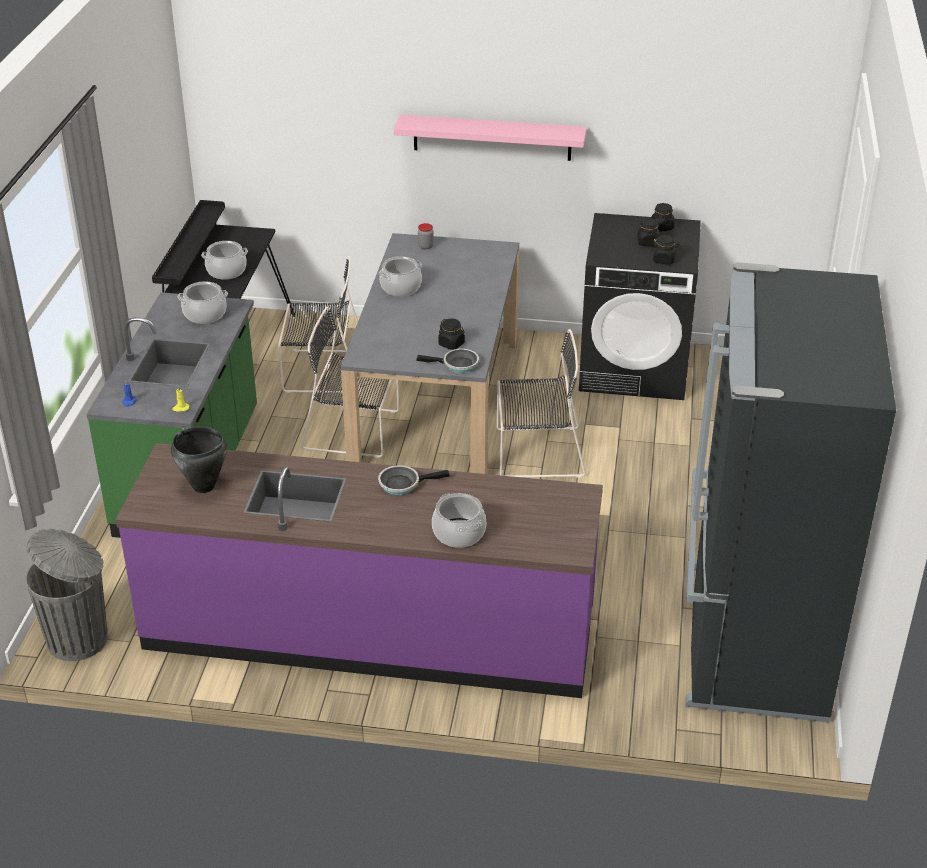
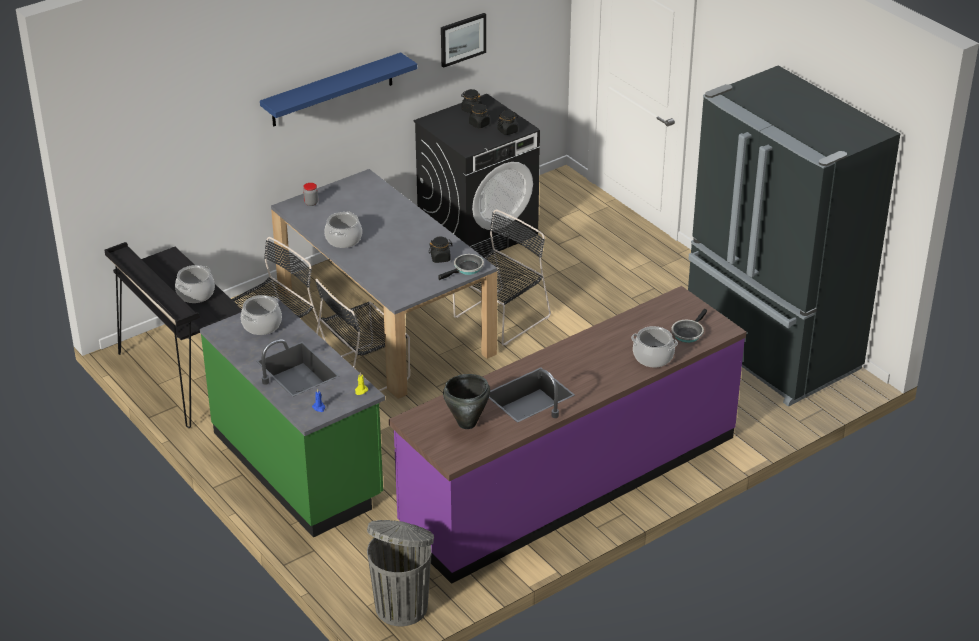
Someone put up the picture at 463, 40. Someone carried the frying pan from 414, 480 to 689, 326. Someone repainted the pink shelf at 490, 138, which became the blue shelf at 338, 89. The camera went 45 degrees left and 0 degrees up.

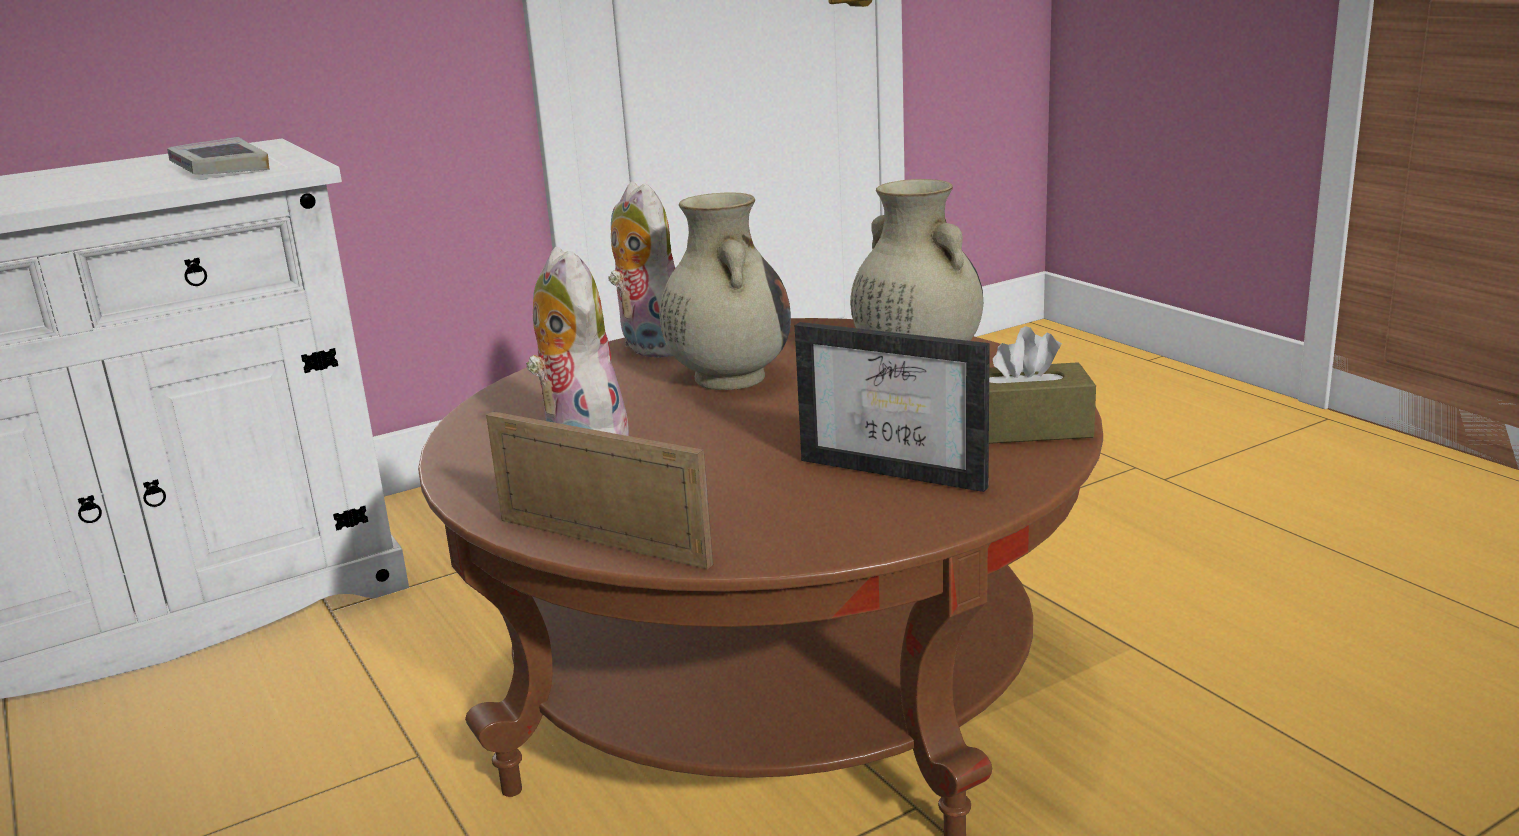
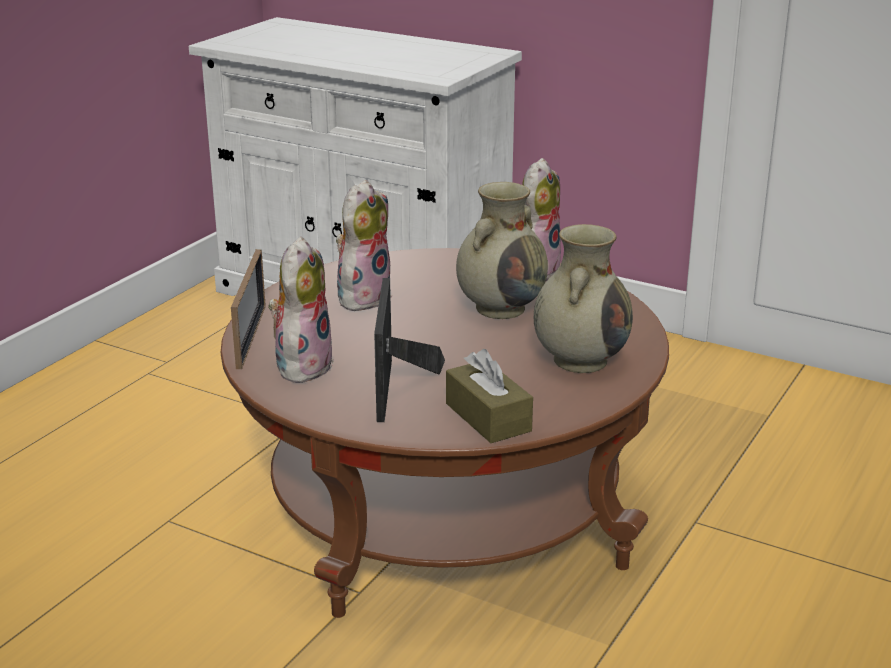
Someone took away the book at 218, 155. Someone put down the plush toy at 301, 310. The camera went 60 degrees right and 5 degrees up.

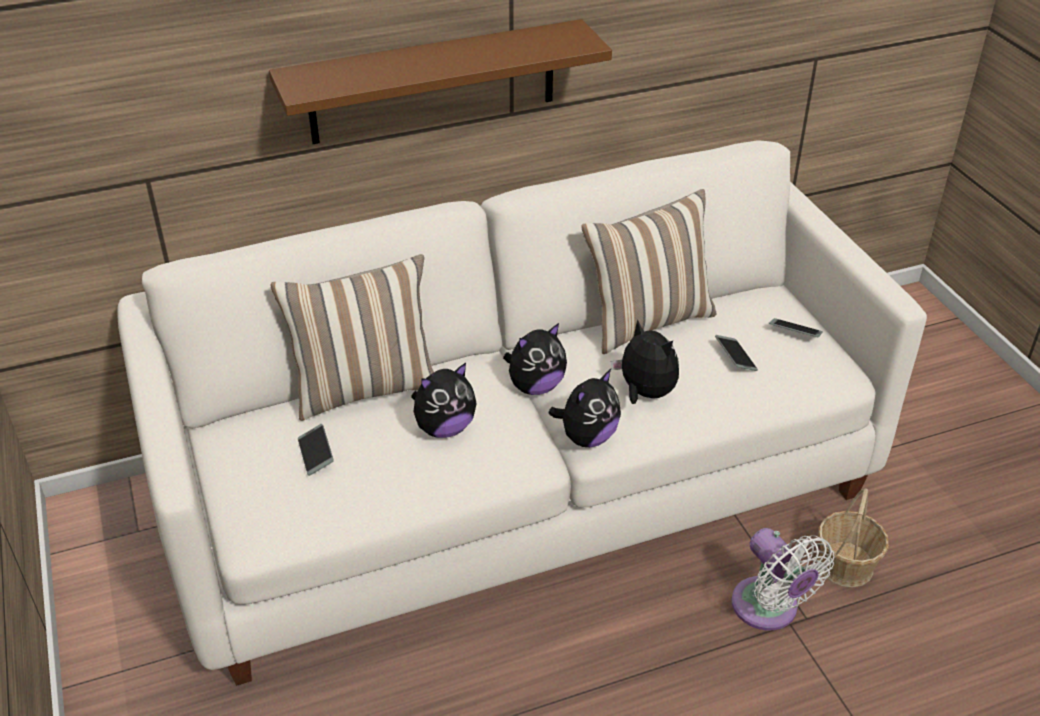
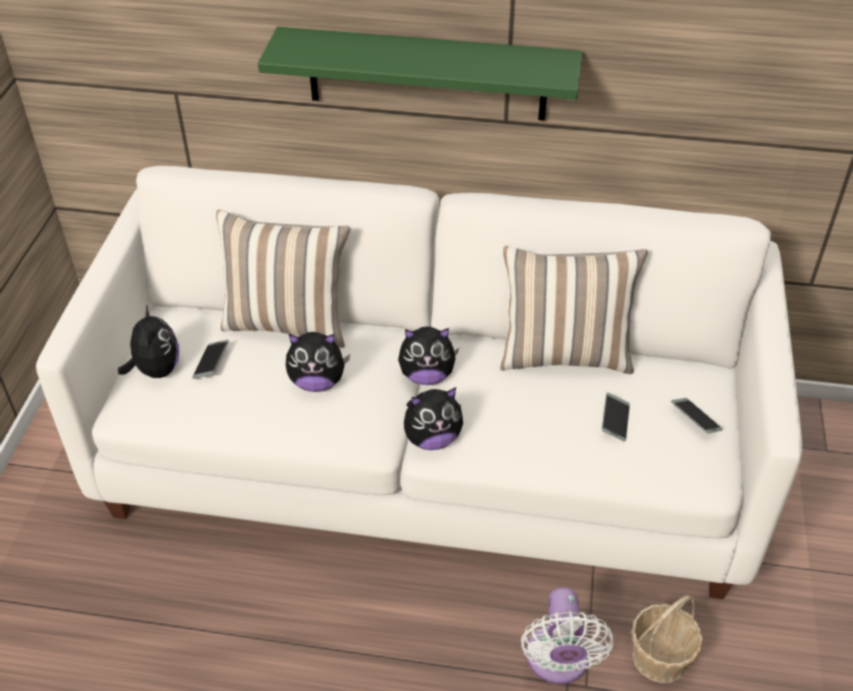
Someone carried the plush toy from 645, 361 to 148, 340. Someone repainted the brown shelf at 440, 81, which became the green shelf at 420, 74. The camera went 30 degrees right and 5 degrees up.

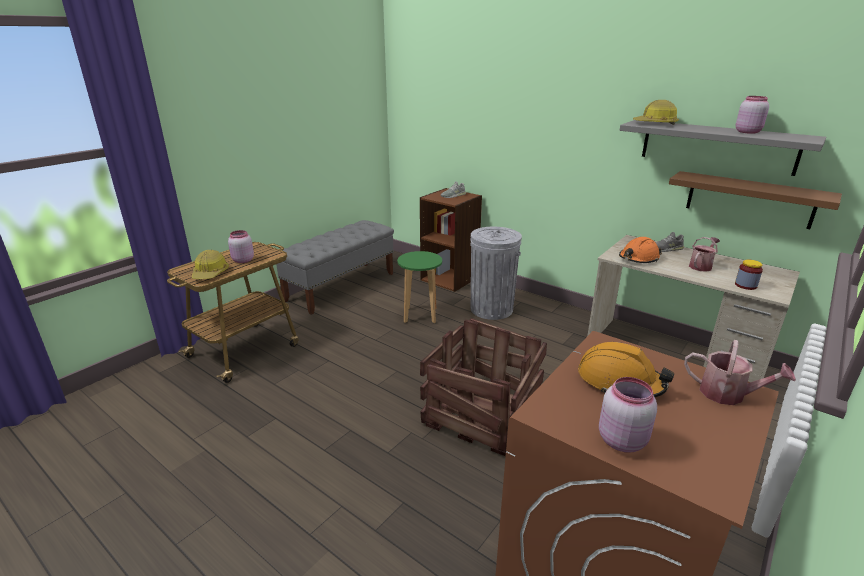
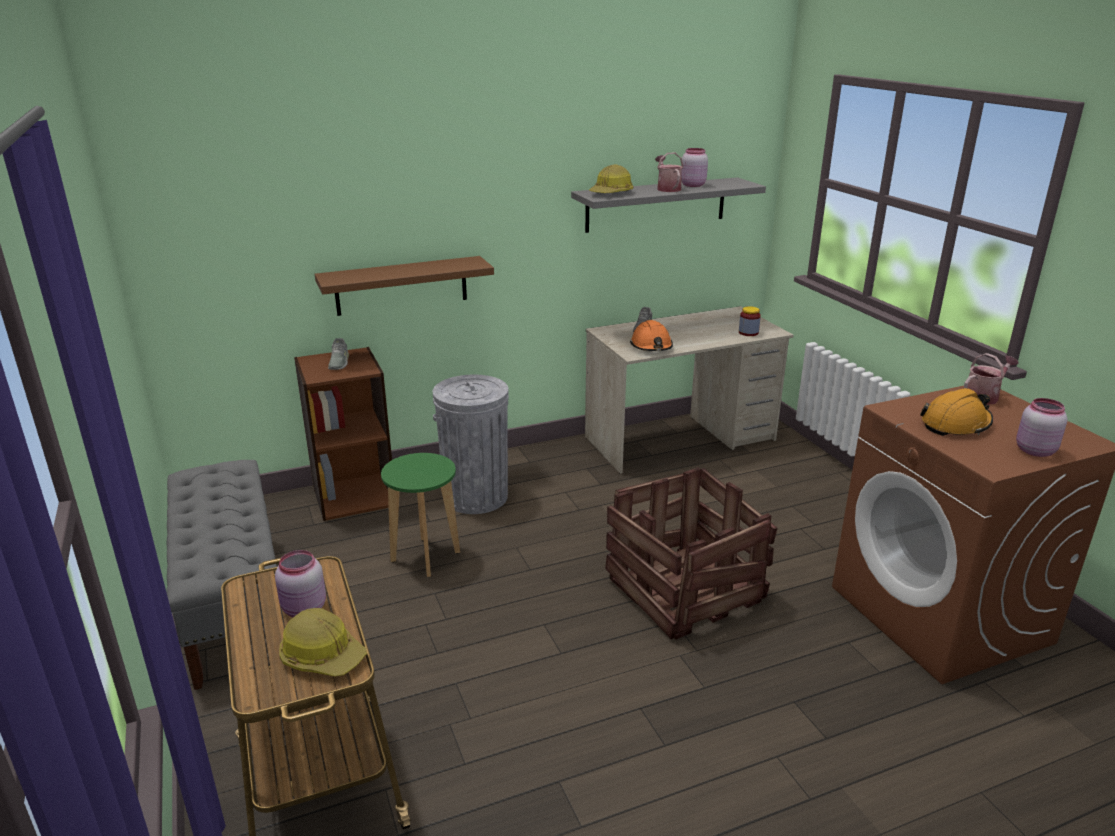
Someone carried the brown shelf from 755, 200 to 404, 286. Someone carried the watering can from 704, 254 to 669, 172. The camera went 60 degrees left and 0 degrees up.

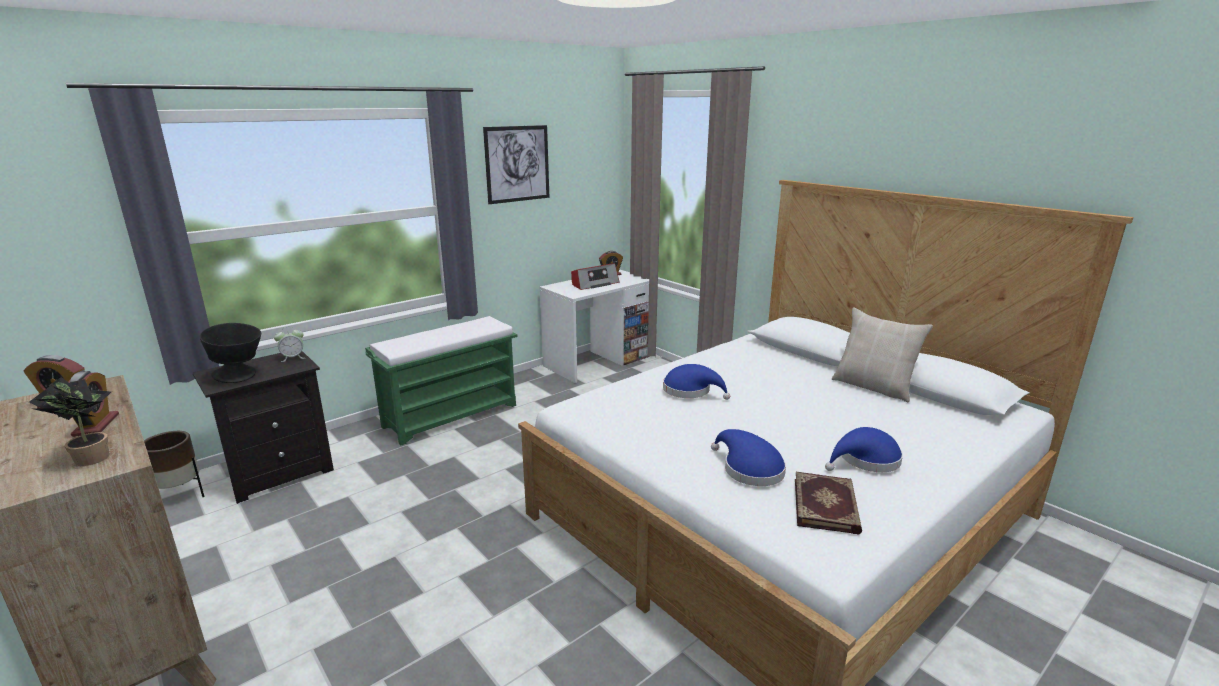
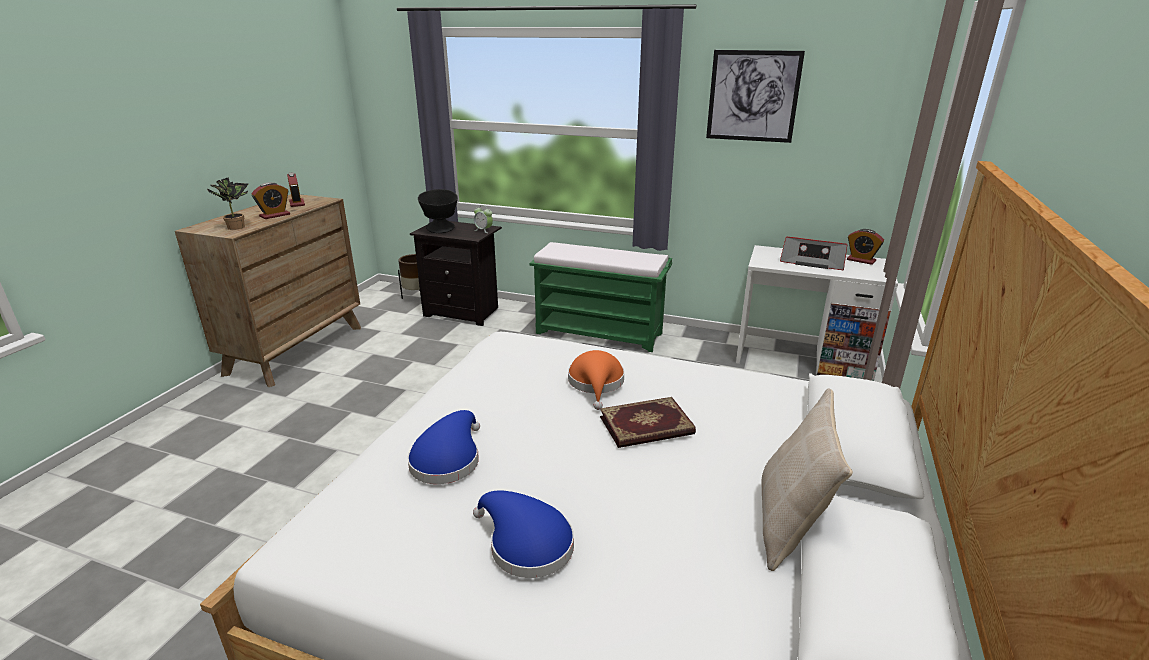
Someone carried the book from 828, 503 to 648, 422. Someone repainted the blue hat at 696, 382, which became the orange hat at 596, 380. The camera went 60 degrees right and 5 degrees up.

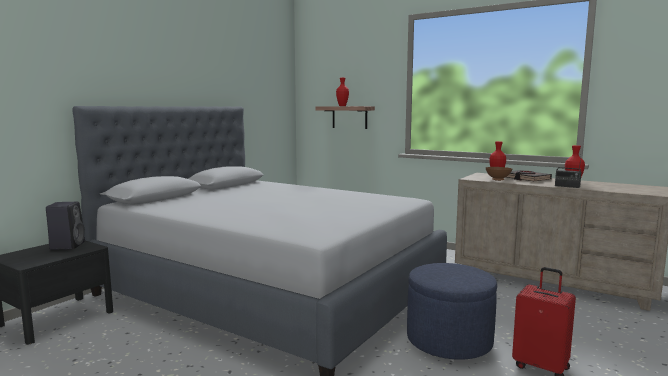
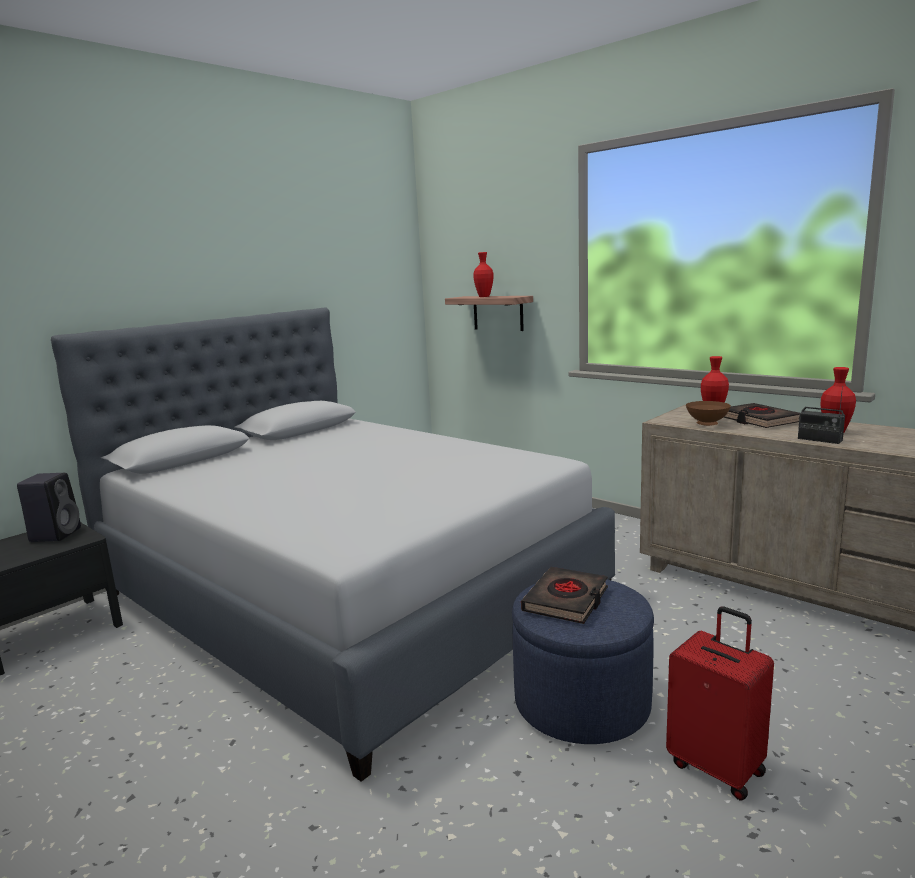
Someone put down the black book at 564, 595. The camera went 10 degrees right and 5 degrees up.

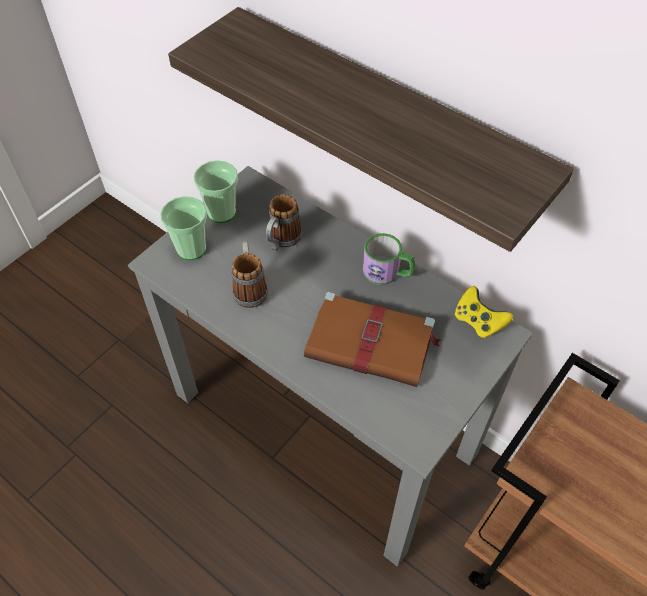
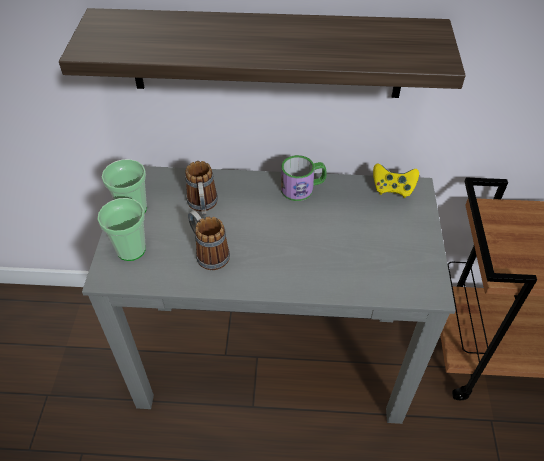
Someone took away the brown book at 372, 339. The camera went 35 degrees left and 5 degrees down.

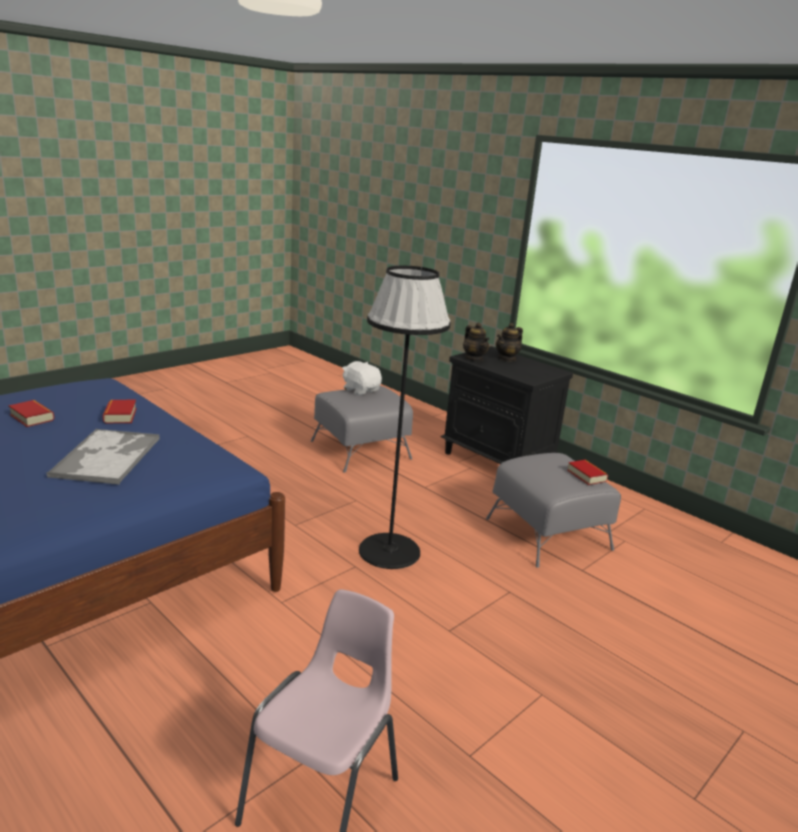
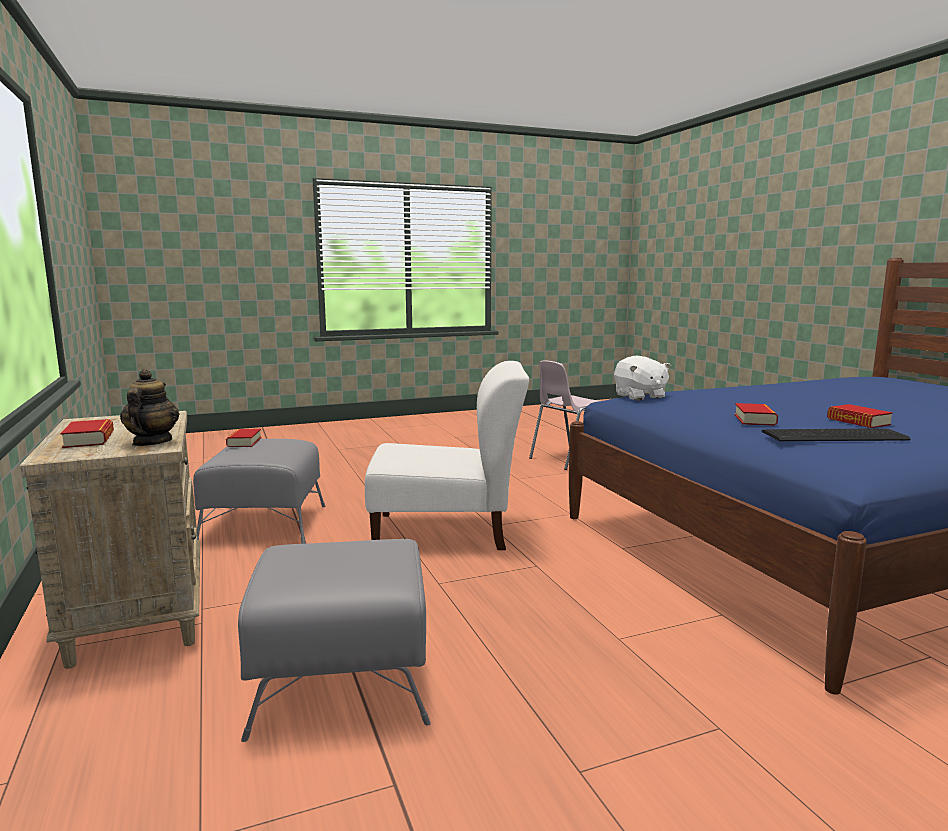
Someone took away the tray at 103, 456. Someone put down the keyboard at 836, 434. Someone carried the white plush toy from 362, 378 to 642, 378. Someone swapped the black floor lamp at 404, 417 for the white chair at 447, 455. Someone swapped the teapot at 509, 342 for the book at 87, 433. Someone repainted the black nightstand at 507, 405, which became the beige nightstand at 110, 540. The camera went 155 degrees left and 10 degrees down.

